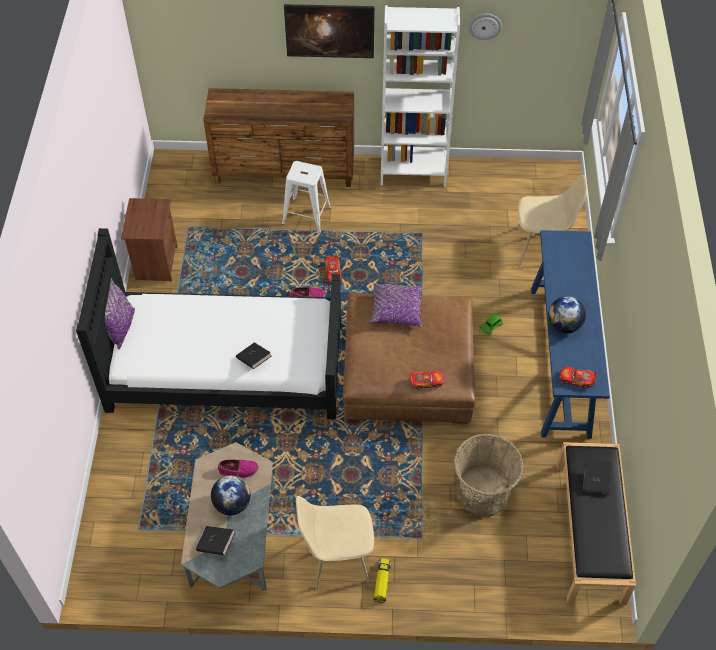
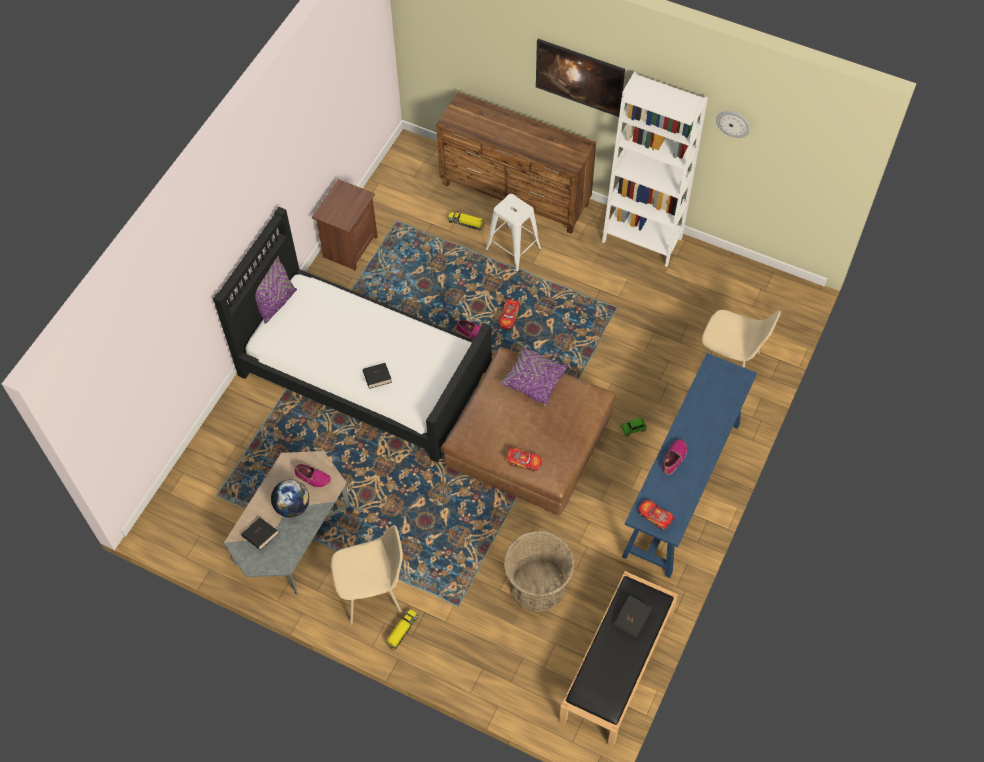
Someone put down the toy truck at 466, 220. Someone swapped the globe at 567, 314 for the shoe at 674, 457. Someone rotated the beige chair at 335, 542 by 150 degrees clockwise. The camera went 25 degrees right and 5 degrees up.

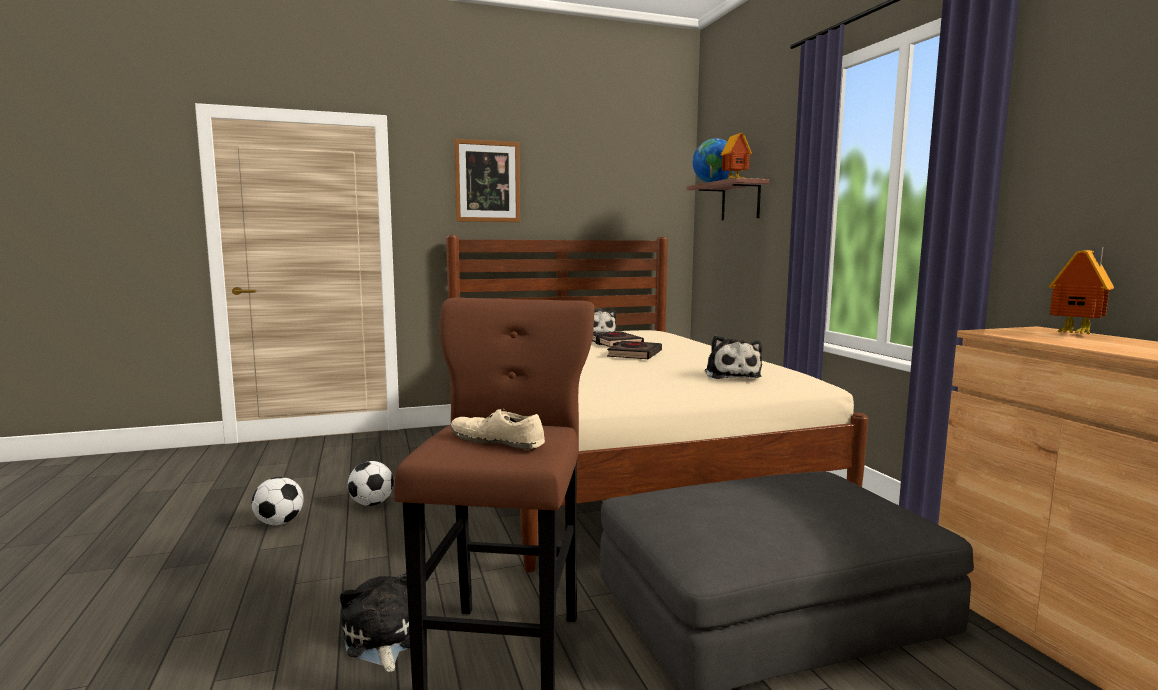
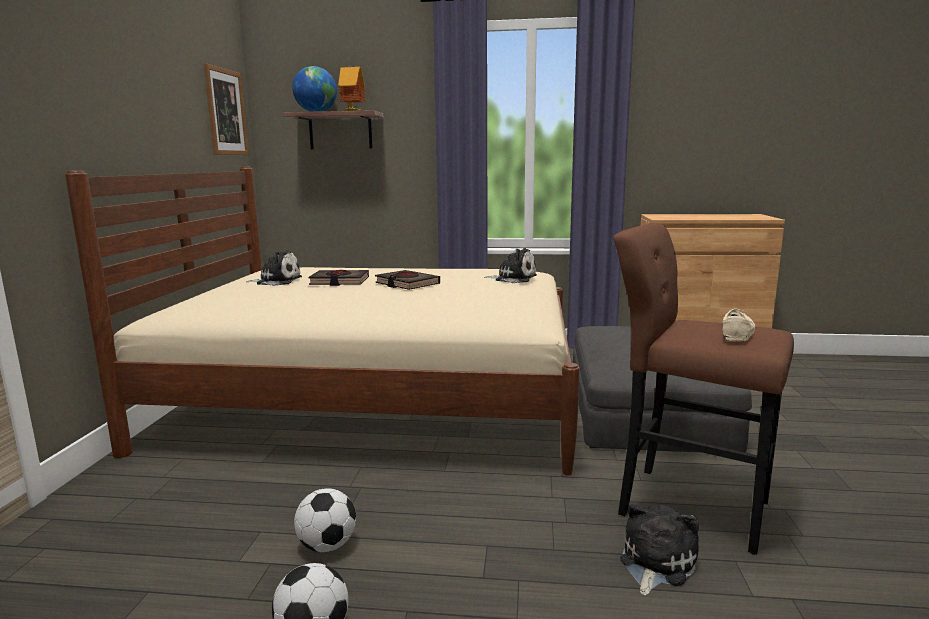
Someone took away the toy house at 1081, 290. Someone carried the picture from 487, 180 to 226, 109. Someone rotated the plush toy at 375, 622 by 120 degrees clockwise. Someone rotated the beige shoe at 498, 428 by 150 degrees clockwise. The camera went 65 degrees left and 5 degrees up.

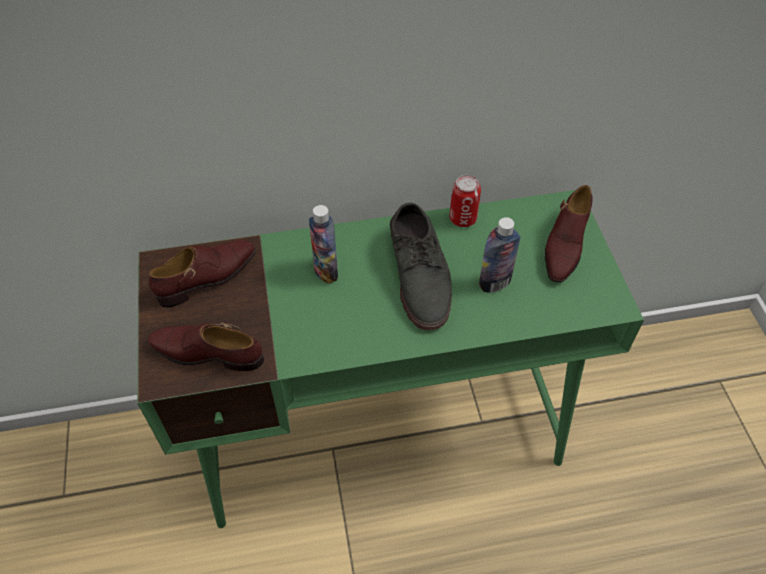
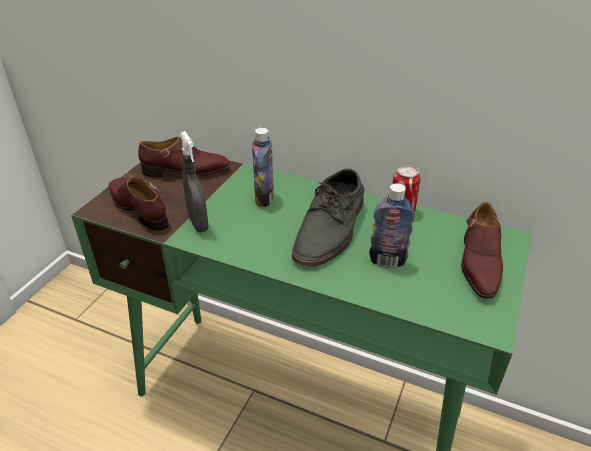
Someone put down the grey spray bottle at 194, 181. Someone rotated the brown shoe at 569, 233 by 45 degrees counterclockwise. The camera went 35 degrees right and 15 degrees down.

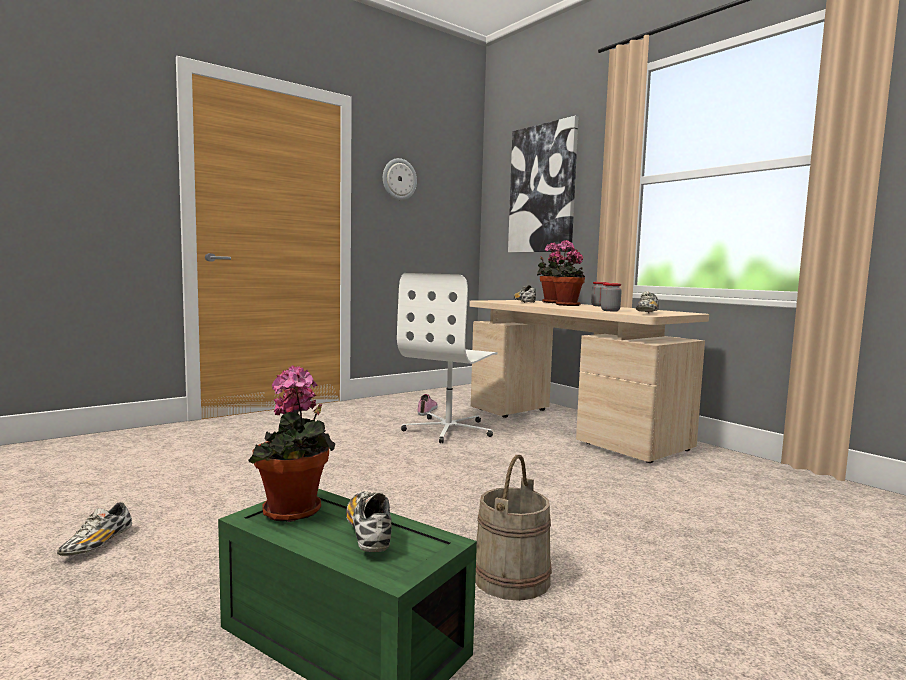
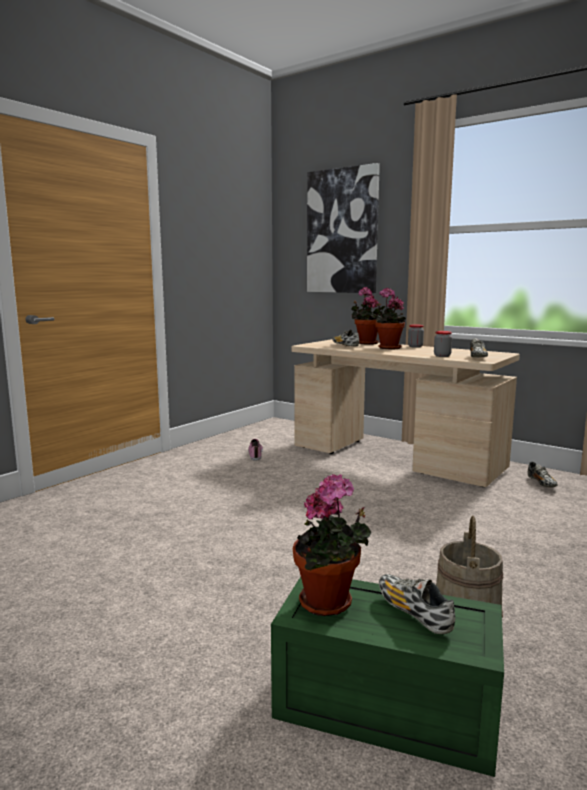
Someone took away the wall clock at 400, 179. Someone took away the white office chair at 447, 358. Someone carried the shoe from 94, 529 to 543, 474. The camera went 15 degrees left and 5 degrees up.

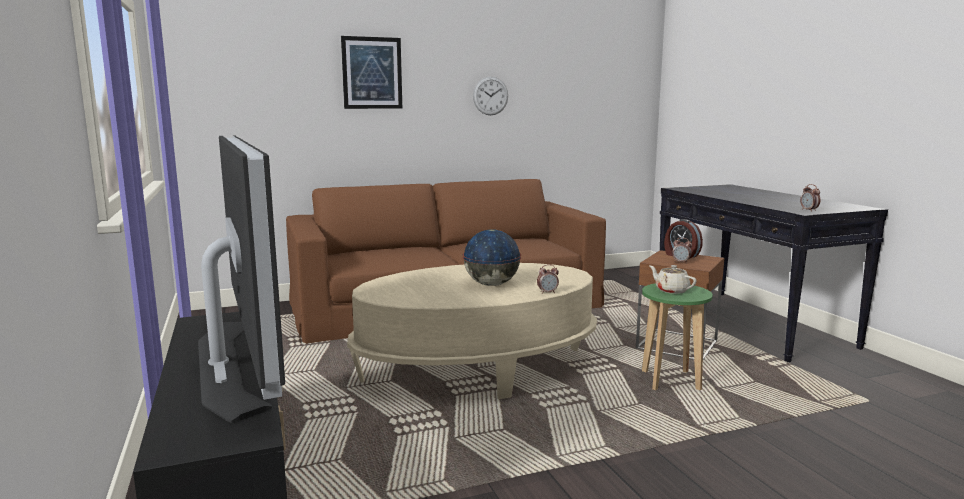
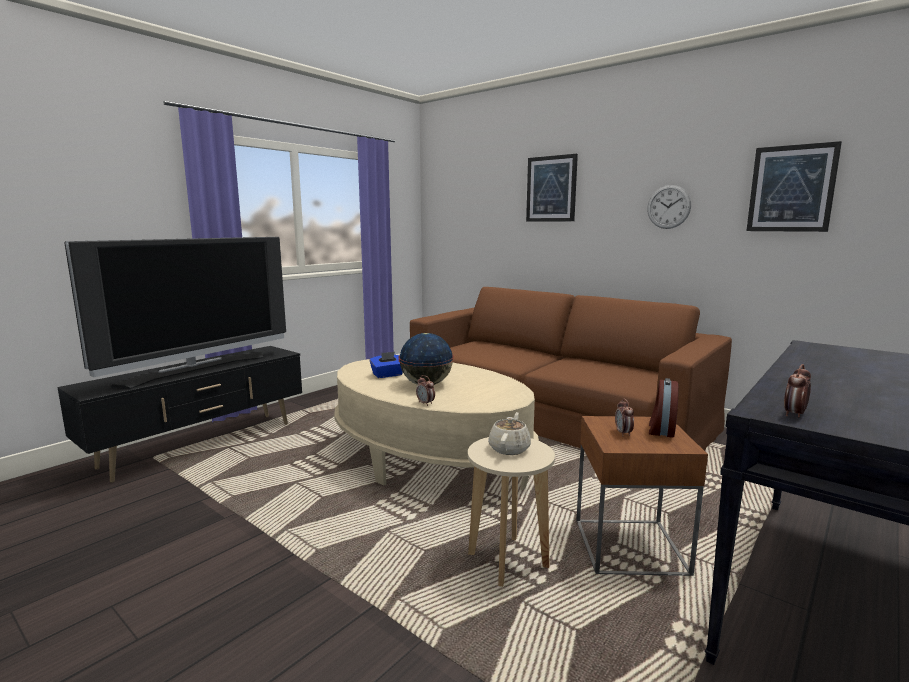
Someone put down the blue tissue box at 386, 365. Someone put up the picture at 794, 186. Someone repainted the green stool at 677, 336, which became the beige stool at 511, 512. The camera went 60 degrees right and 0 degrees up.

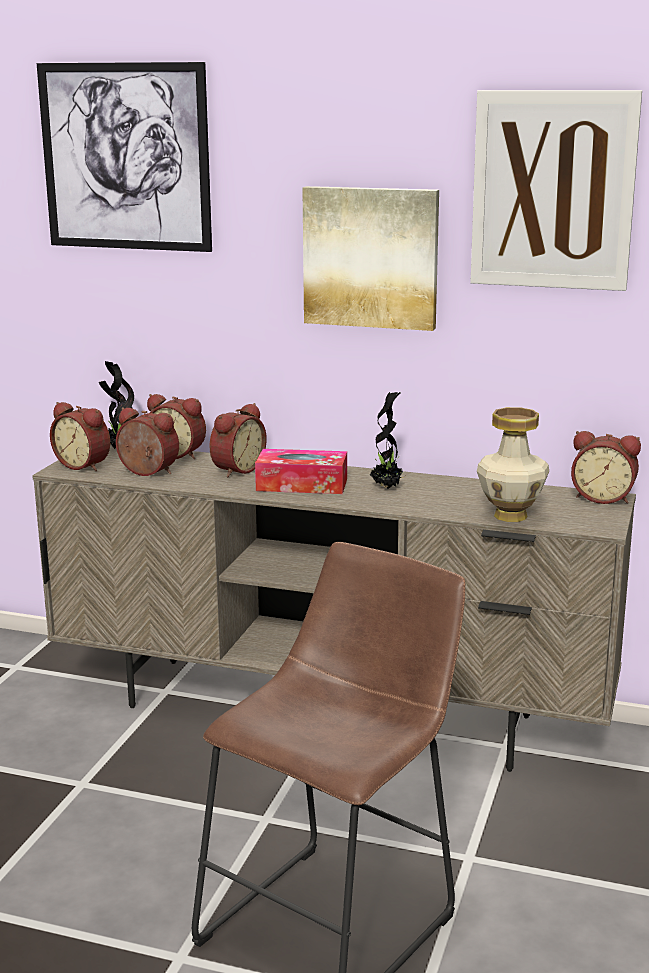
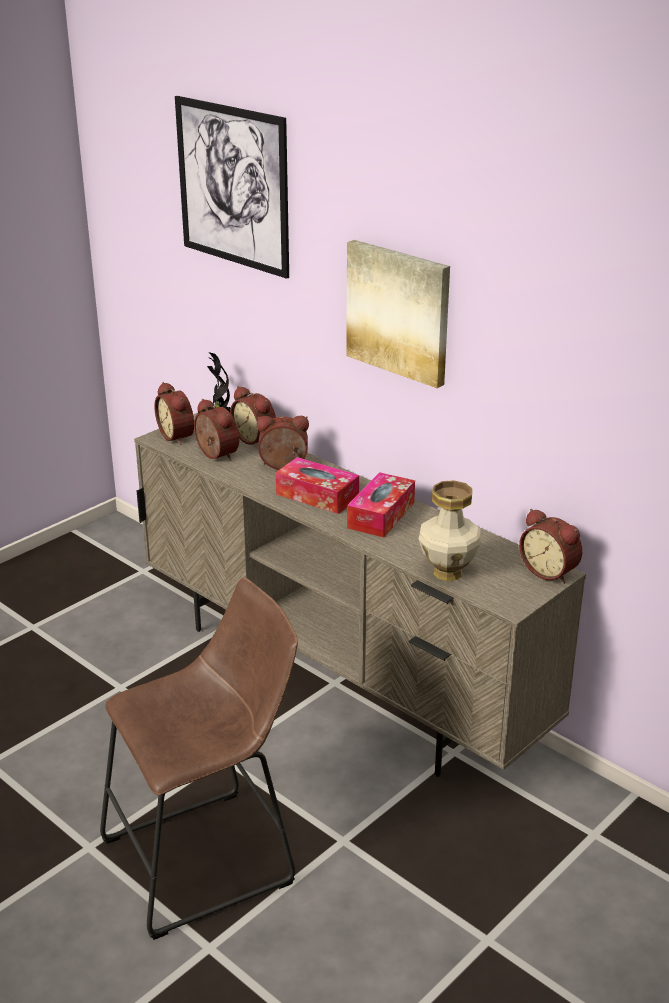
Someone took away the picture at 556, 190. Someone swapped the potted plant at 387, 440 for the tissue box at 381, 504. Someone rotated the alarm clock at 238, 440 by 150 degrees counterclockwise. The camera went 25 degrees right and 10 degrees up.

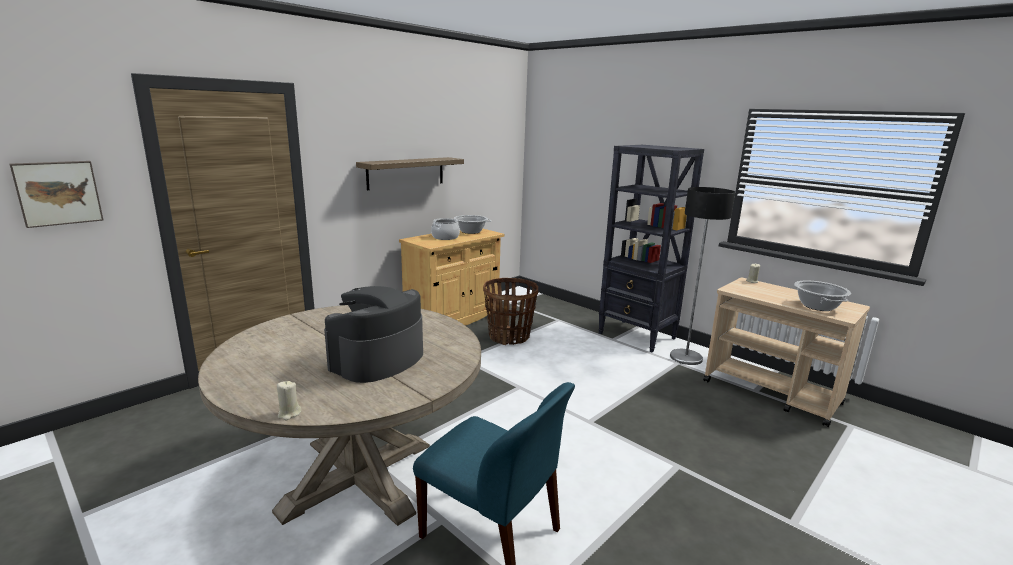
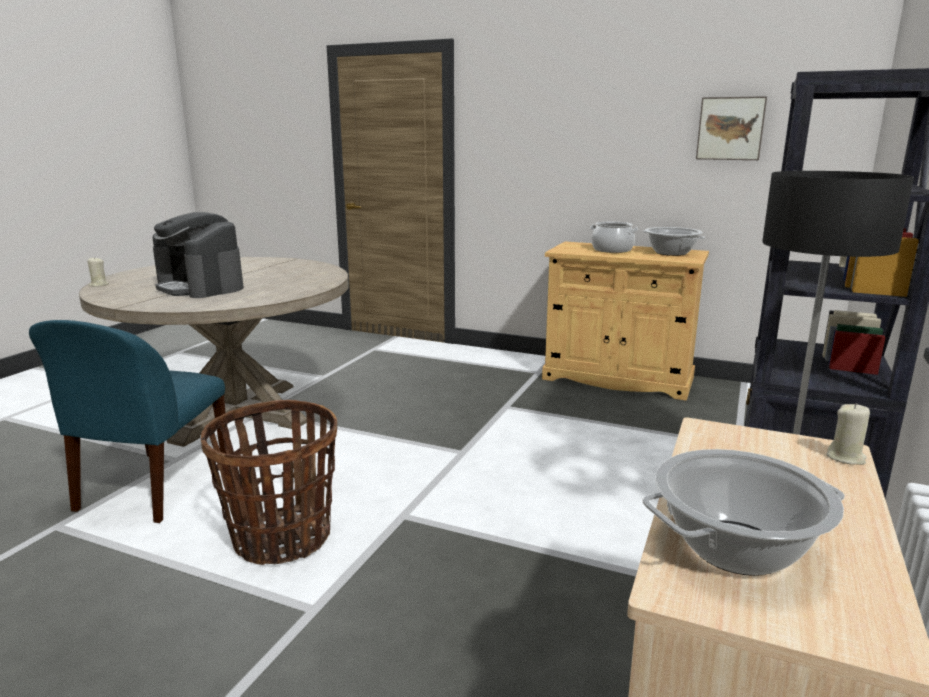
Someone took away the shelf at 410, 173. Someone carried the picture from 57, 194 to 731, 128. Someone carried the basket from 510, 311 to 269, 482. Someone rotated the coffee machine at 373, 334 by 150 degrees counterclockwise. The camera went 70 degrees right and 0 degrees up.

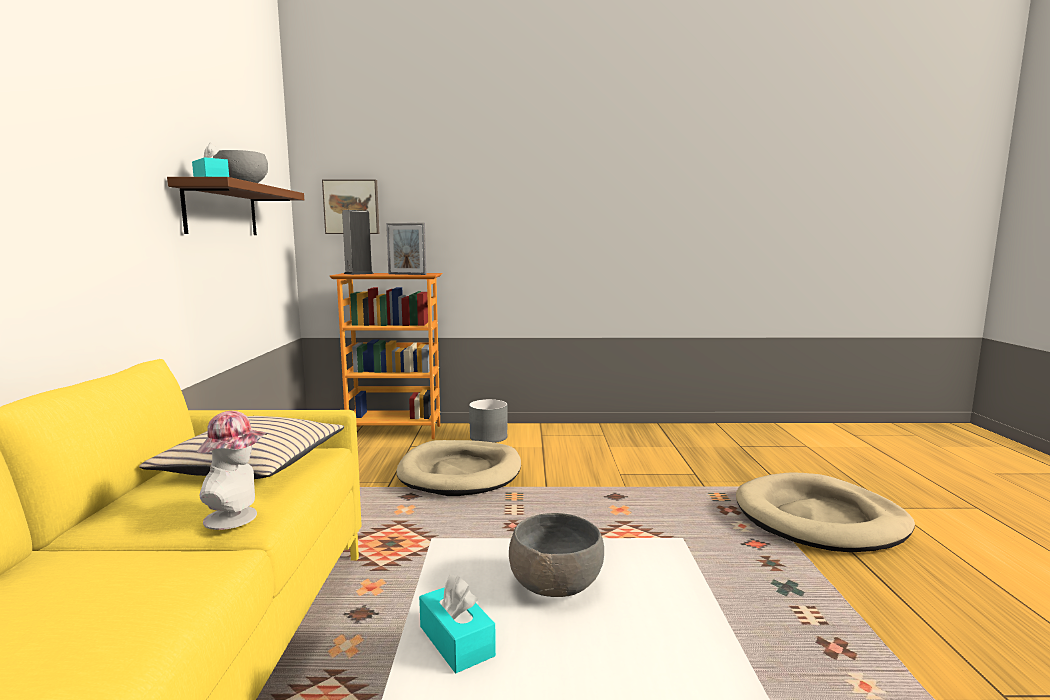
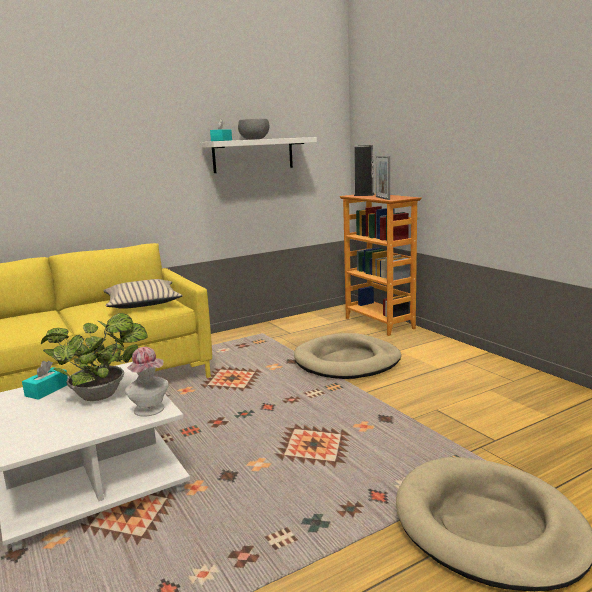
Someone took away the picture at 350, 206. Someone took away the grey planter at 488, 421. Someone carried the hat from 232, 470 to 146, 382. Someone swapped the grey bowl at 556, 555 for the potted plant at 94, 357. Someone repainted the brown shelf at 235, 206, which became the white shelf at 258, 155. The camera went 60 degrees right and 5 degrees up.

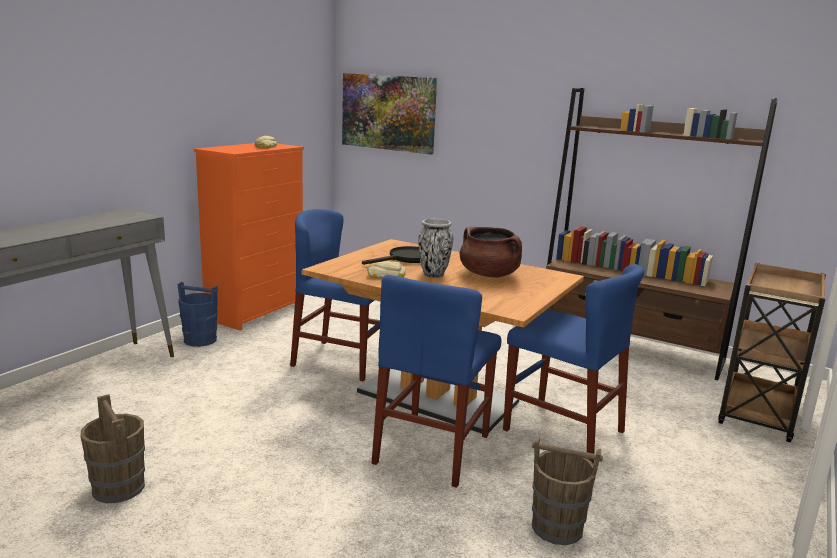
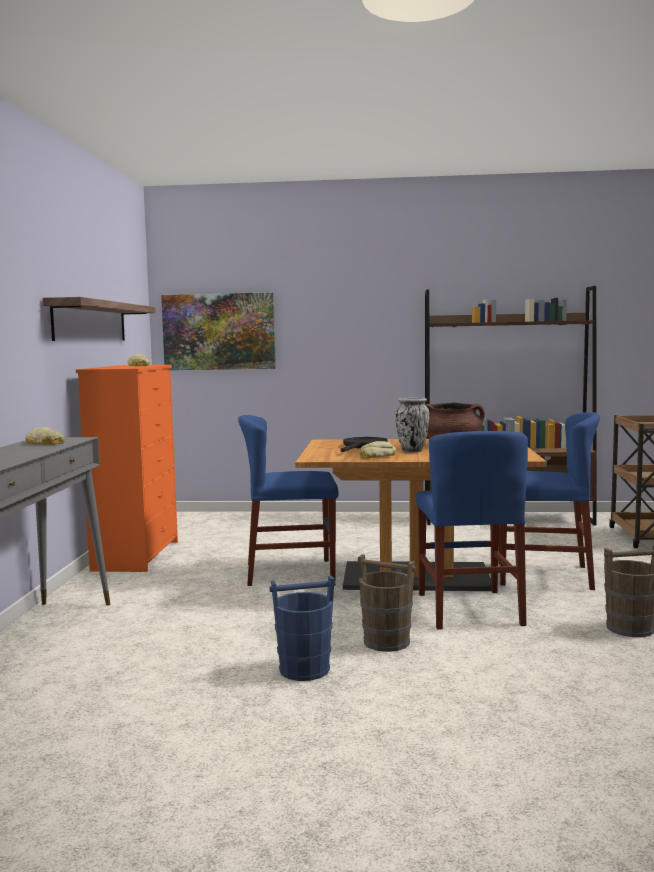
Someone put down the bread at 45, 436. Someone put up the shelf at 99, 319. Someone carried the brown bucket from 112, 448 to 386, 603. Someone carried the blue bucket from 197, 314 to 302, 628. The camera went 25 degrees left and 10 degrees down.

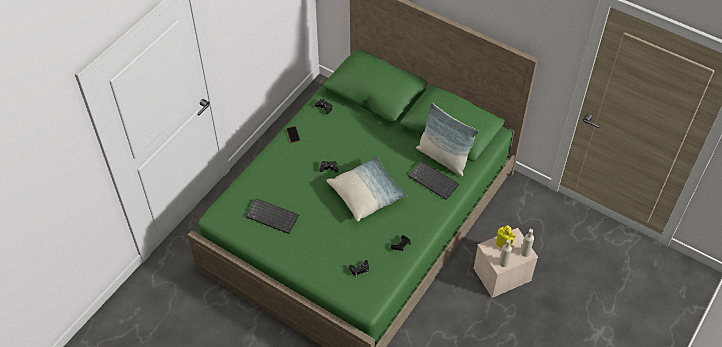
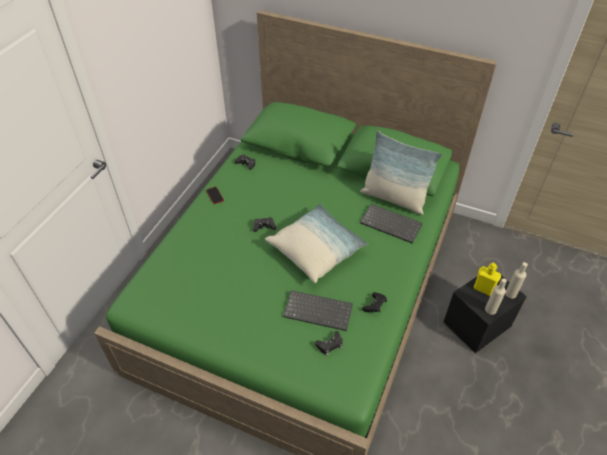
Someone carried the keyboard from 272, 216 to 318, 310. Someone repainted the beige storage box at 505, 263, which became the black storage box at 485, 312. The camera went 10 degrees left and 5 degrees down.

